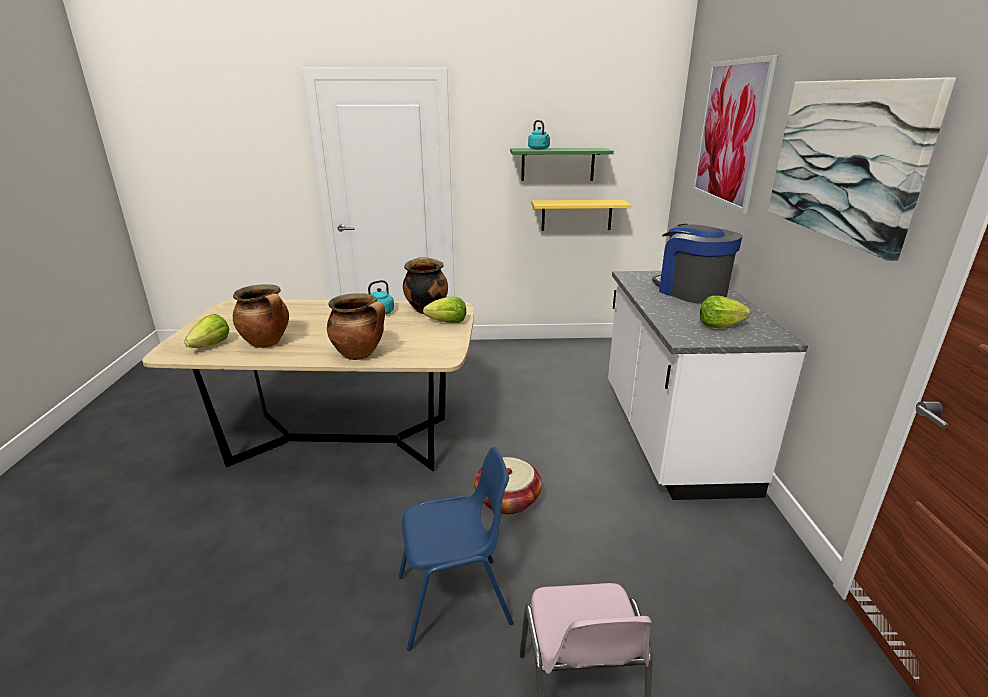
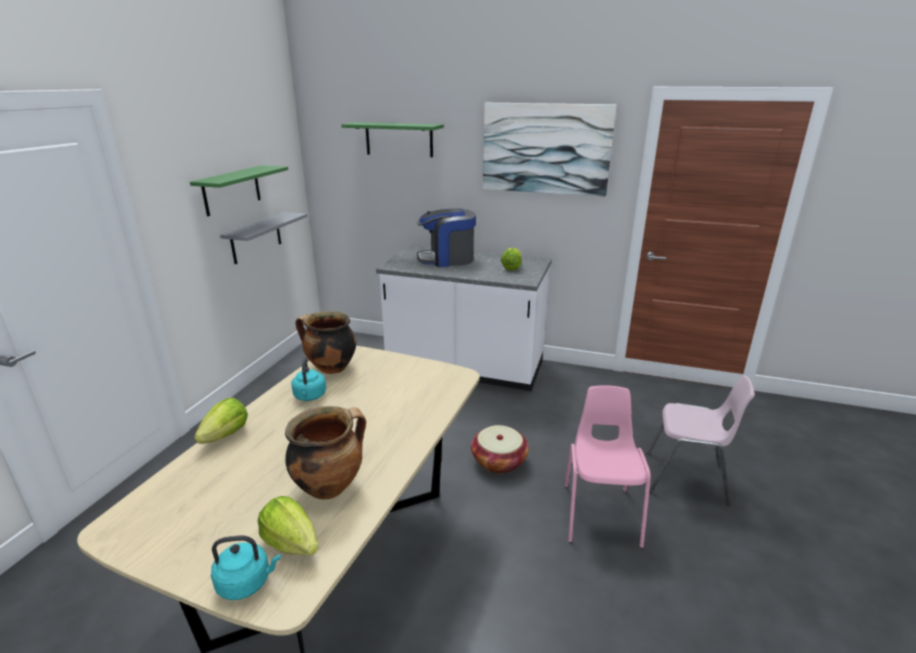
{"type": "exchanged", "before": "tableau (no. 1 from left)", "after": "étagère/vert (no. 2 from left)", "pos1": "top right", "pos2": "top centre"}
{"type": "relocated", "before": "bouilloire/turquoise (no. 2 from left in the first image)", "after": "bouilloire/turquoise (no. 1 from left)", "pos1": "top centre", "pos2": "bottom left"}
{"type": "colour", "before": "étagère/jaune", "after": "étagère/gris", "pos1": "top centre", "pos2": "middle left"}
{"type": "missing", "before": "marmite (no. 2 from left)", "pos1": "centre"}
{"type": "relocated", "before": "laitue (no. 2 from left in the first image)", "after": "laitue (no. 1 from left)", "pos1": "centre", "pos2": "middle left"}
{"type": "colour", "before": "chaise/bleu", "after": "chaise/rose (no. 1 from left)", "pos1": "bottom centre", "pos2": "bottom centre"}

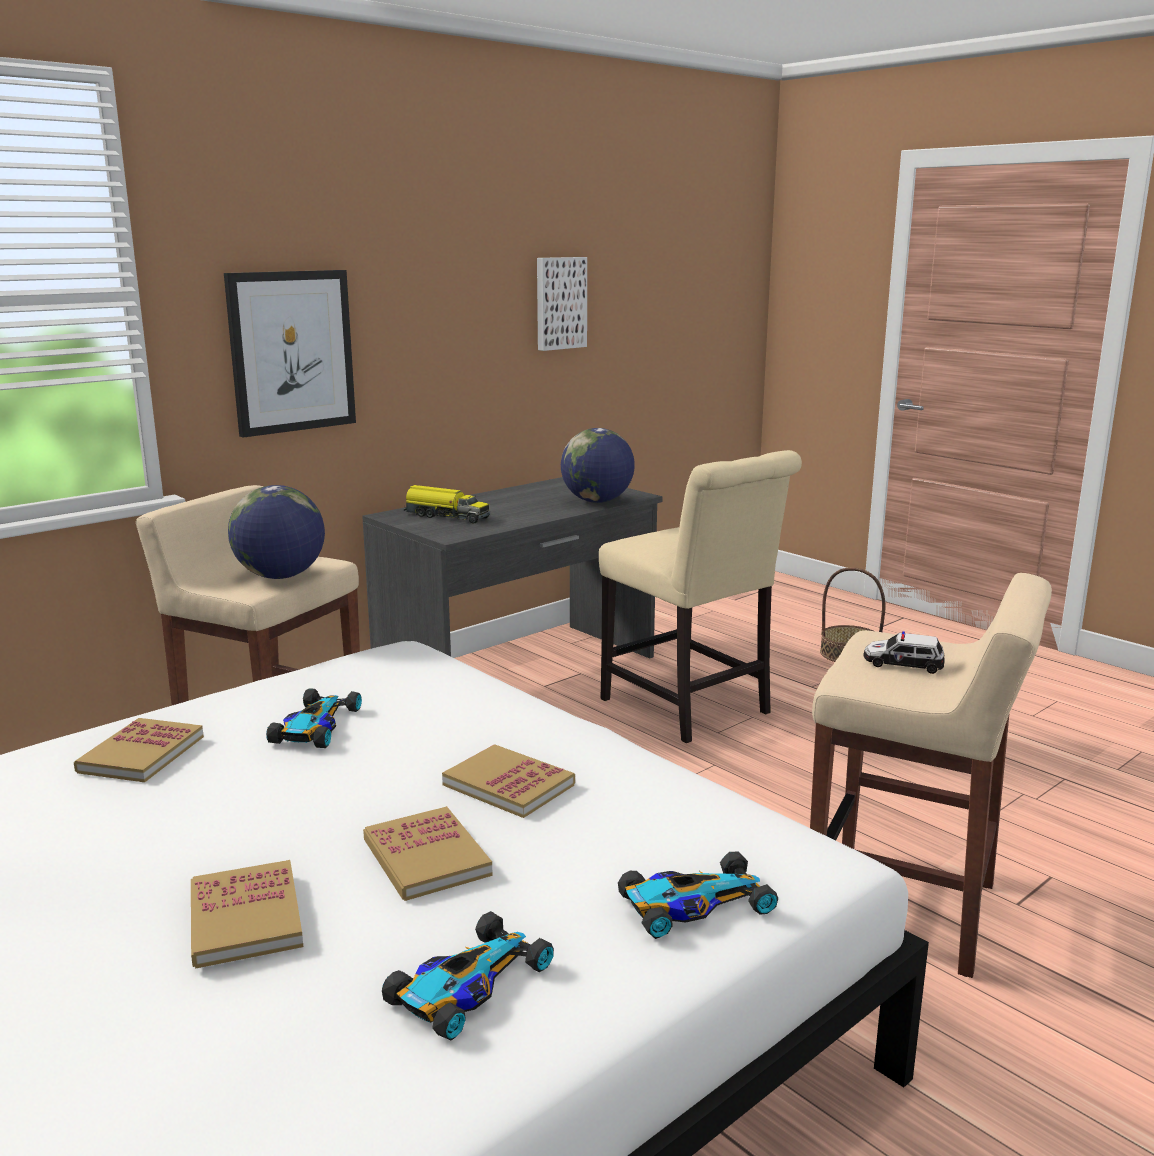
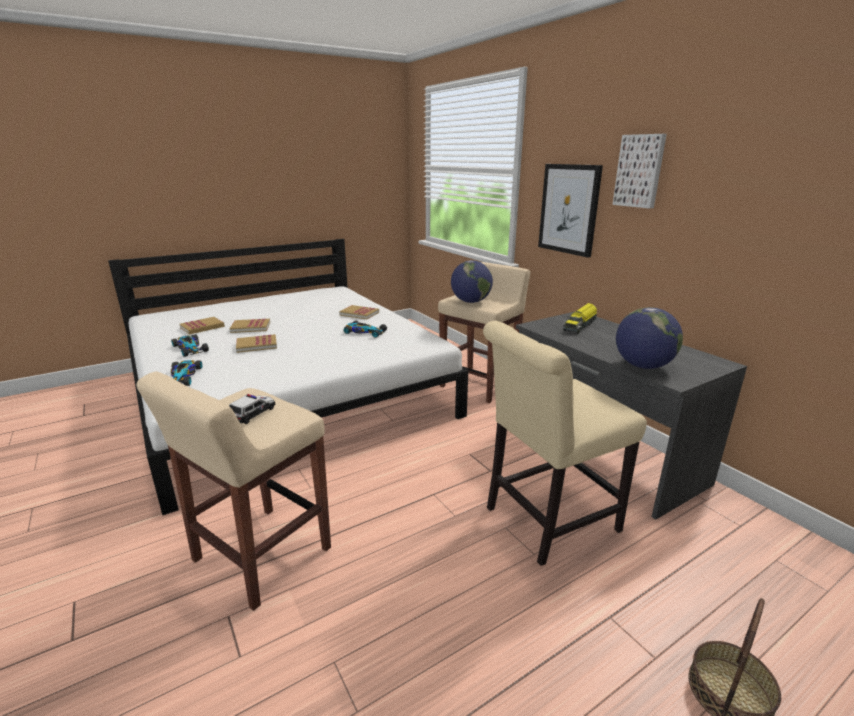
{"type": "relocated", "before": "tableau (no. 2 from left)", "pos1": "top centre", "pos2": "top right"}
{"type": "relocated", "before": "livre (no. 4 from left in the first image)", "after": "livre (no. 1 from left)", "pos1": "bottom centre", "pos2": "middle left"}

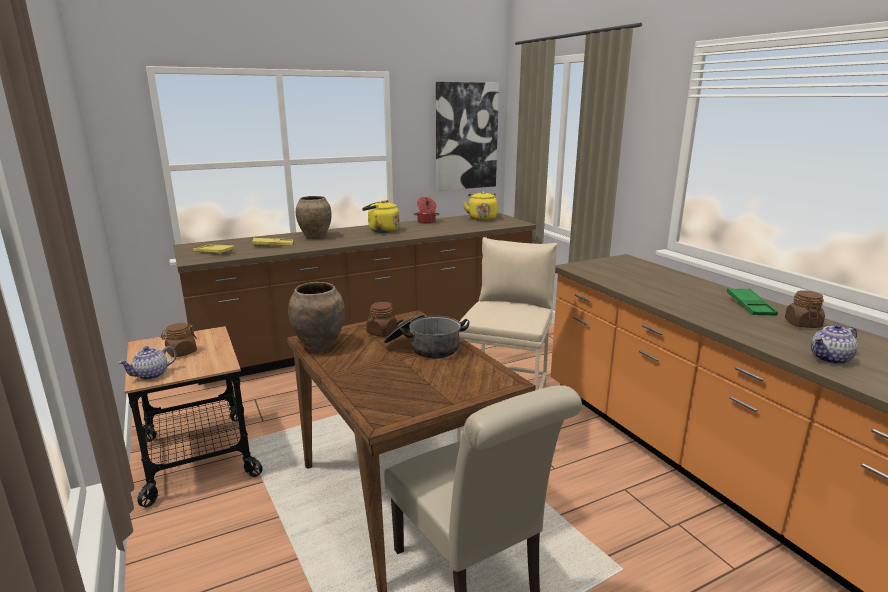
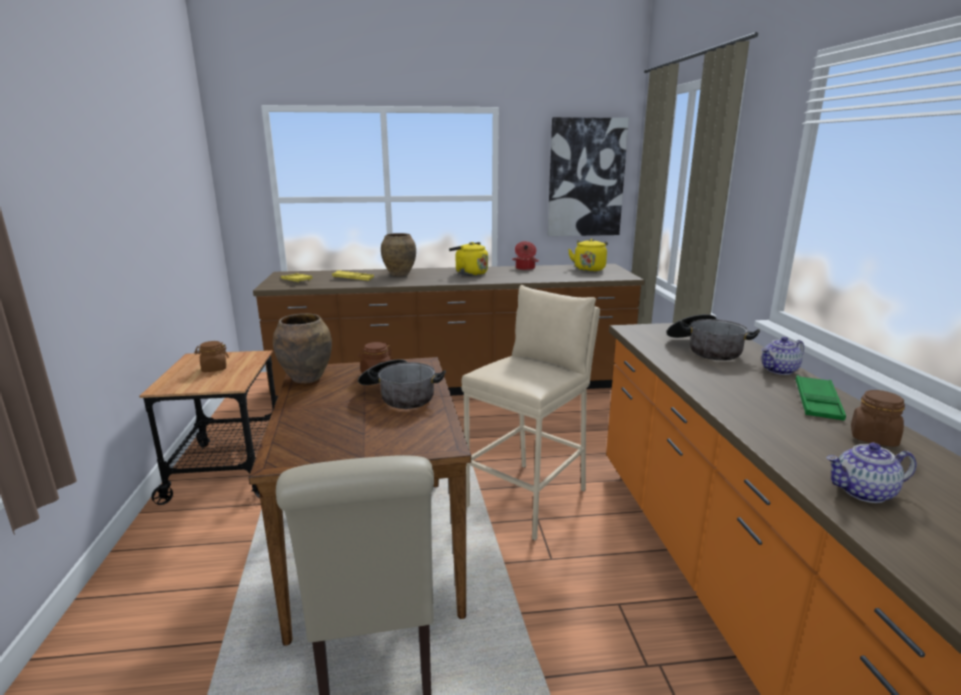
{"type": "relocated", "before": "théière (no. 1 from left)", "pos1": "middle left", "pos2": "middle right"}
{"type": "appeared", "after": "marmite (no. 3 from left)", "pos2": "middle right"}

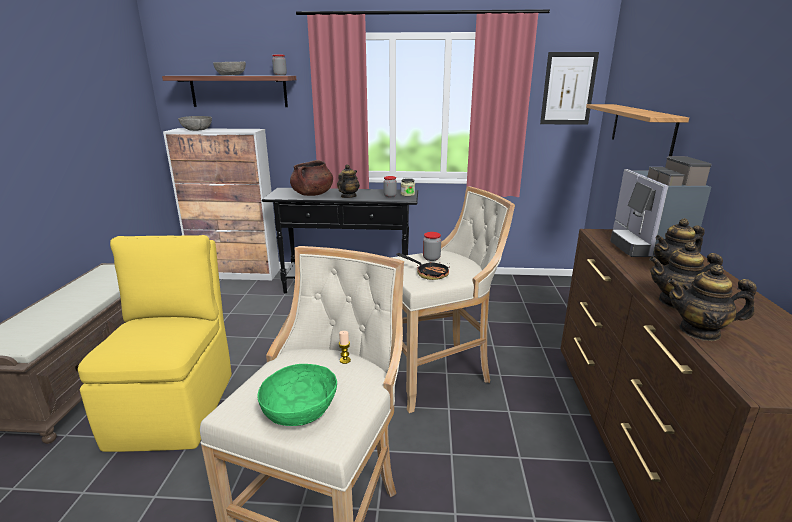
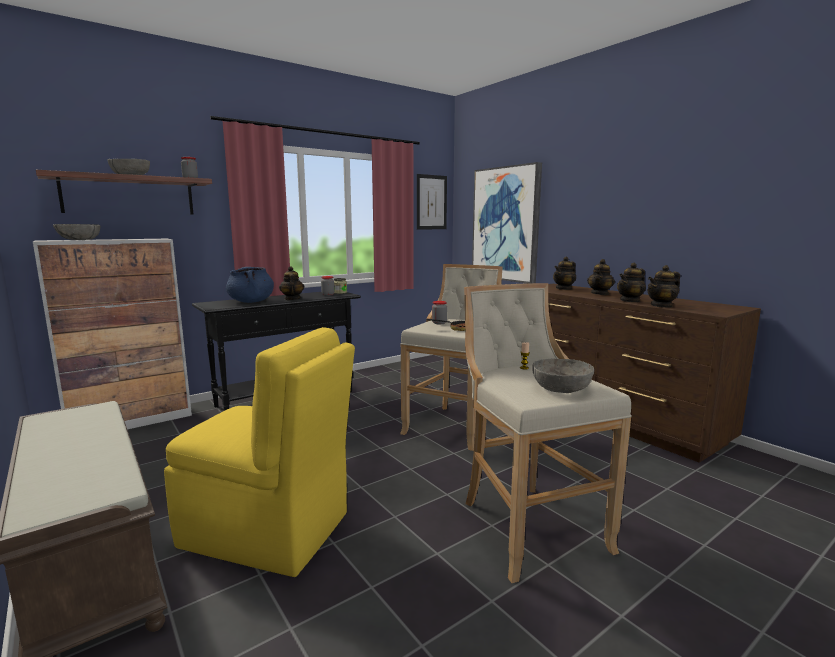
{"type": "exchanged", "before": "étagère (no. 2 from left)", "after": "tableau (no. 2 from left)", "pos1": "top right", "pos2": "centre"}
{"type": "exchanged", "before": "machine à café", "after": "théière (no. 2 from left)", "pos1": "middle right", "pos2": "middle right"}
{"type": "colour", "before": "marmite/marron", "after": "marmite/bleu", "pos1": "centre", "pos2": "middle left"}
{"type": "spun", "before": "chaise/jaune", "pos1": "middle left", "pos2": "bottom left", "turn": 150}
{"type": "colour", "before": "bol/vert", "after": "bol/gris (no. 3 from left)", "pos1": "bottom centre", "pos2": "middle right"}

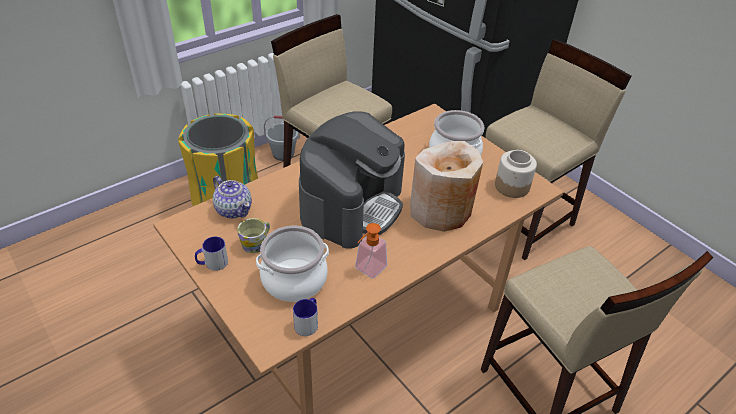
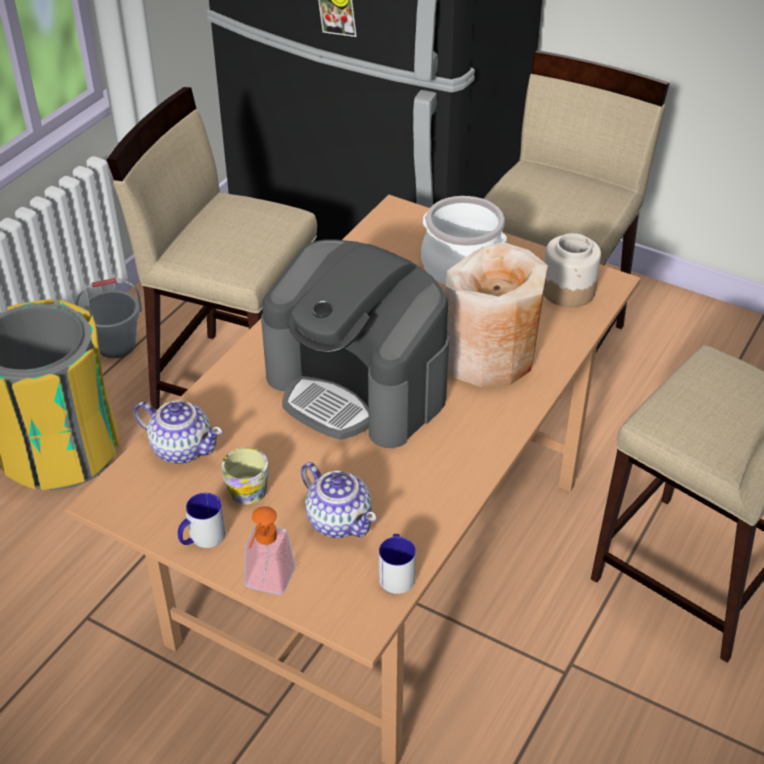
{"type": "spun", "before": "machine à café", "pos1": "centre", "pos2": "centre", "turn": 120}
{"type": "relocated", "before": "distributeur de savon", "pos1": "centre", "pos2": "bottom centre"}
{"type": "exchanged", "before": "marmite (no. 1 from left)", "after": "théière (no. 2 from left)", "pos1": "centre", "pos2": "centre"}

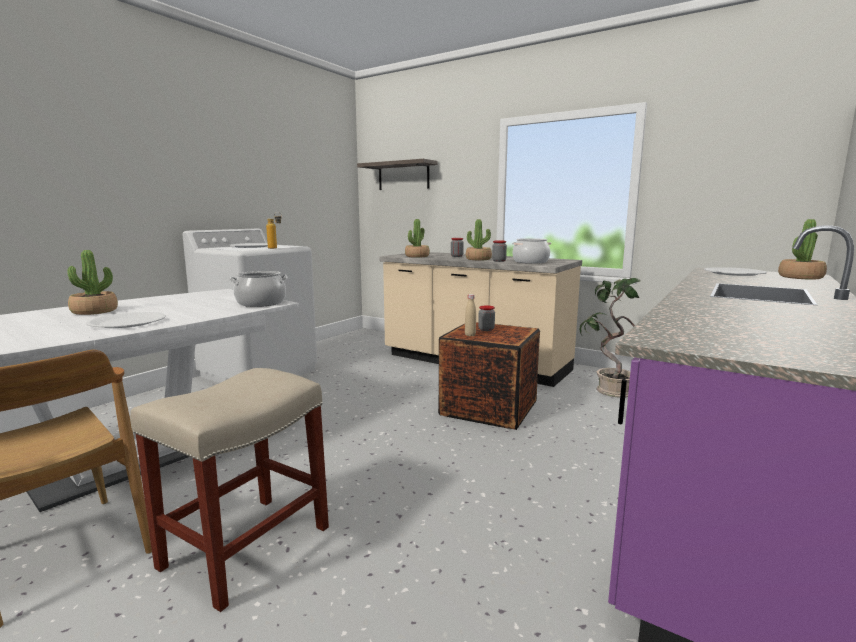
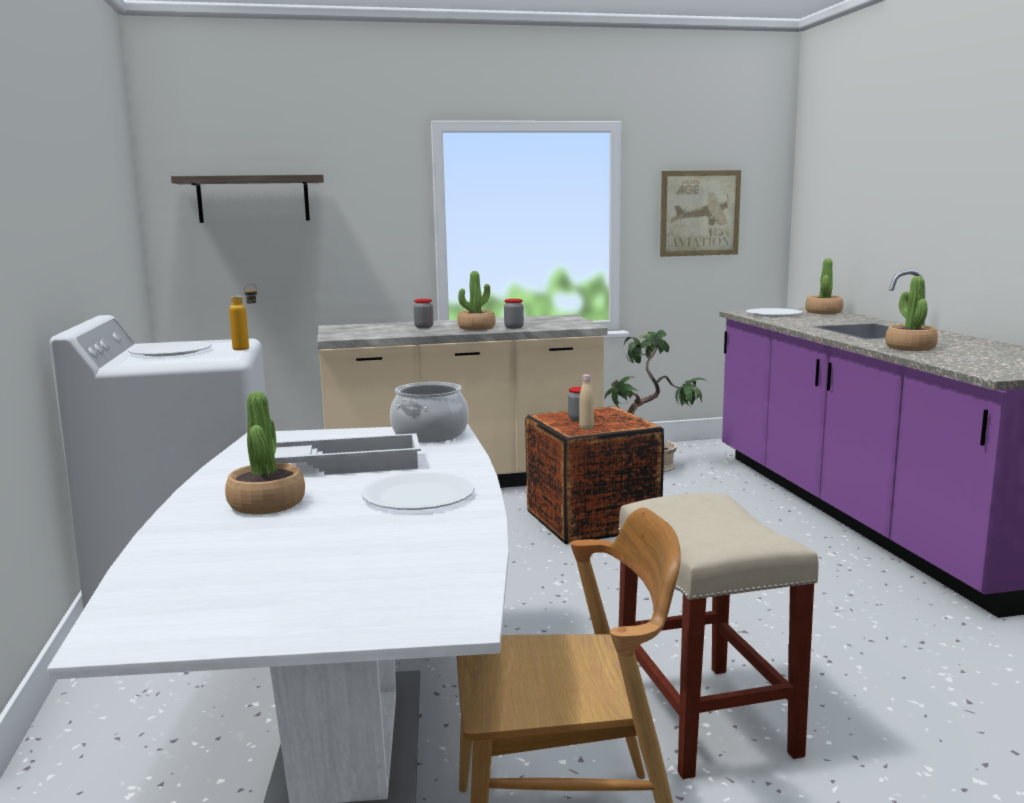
{"type": "relocated", "before": "plante en pot (no. 2 from left in the first image)", "after": "plante en pot (no. 5 from left)", "pos1": "centre", "pos2": "middle right"}
{"type": "missing", "before": "marmite (no. 2 from left)", "pos1": "centre"}
{"type": "appeared", "after": "tableau", "pos2": "top right"}
{"type": "appeared", "after": "plateau/blanc", "pos2": "centre"}

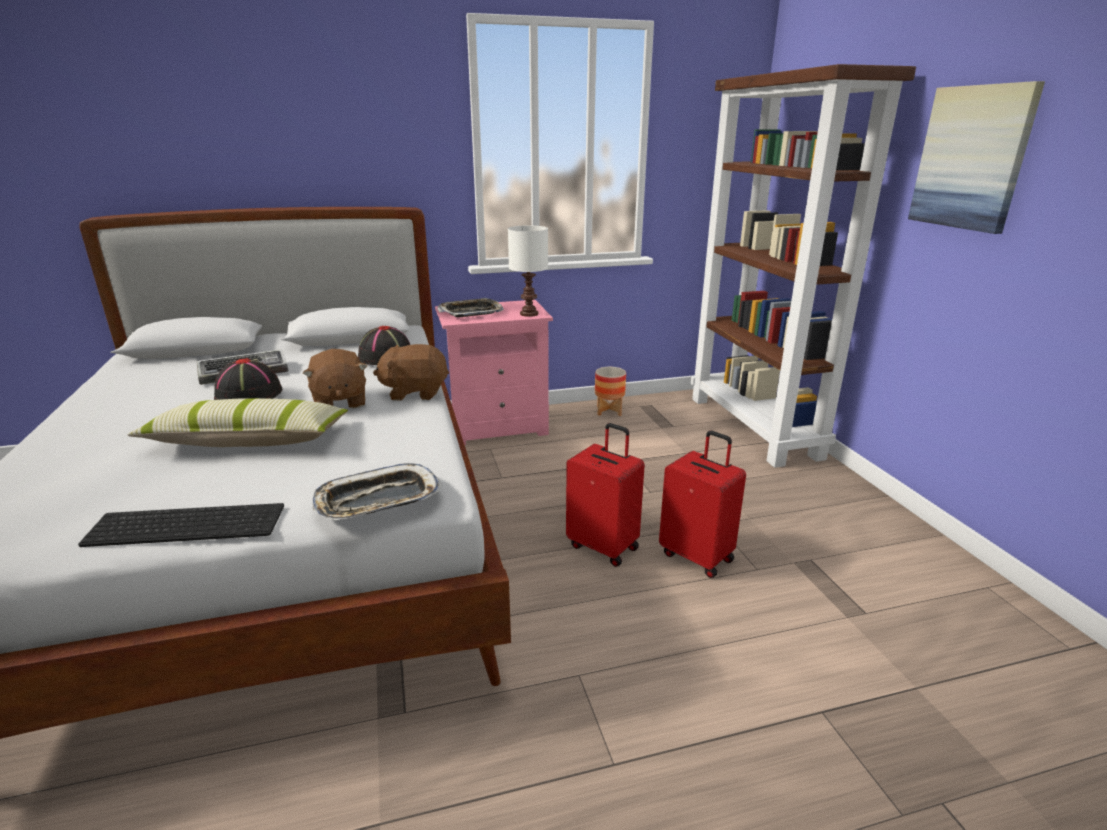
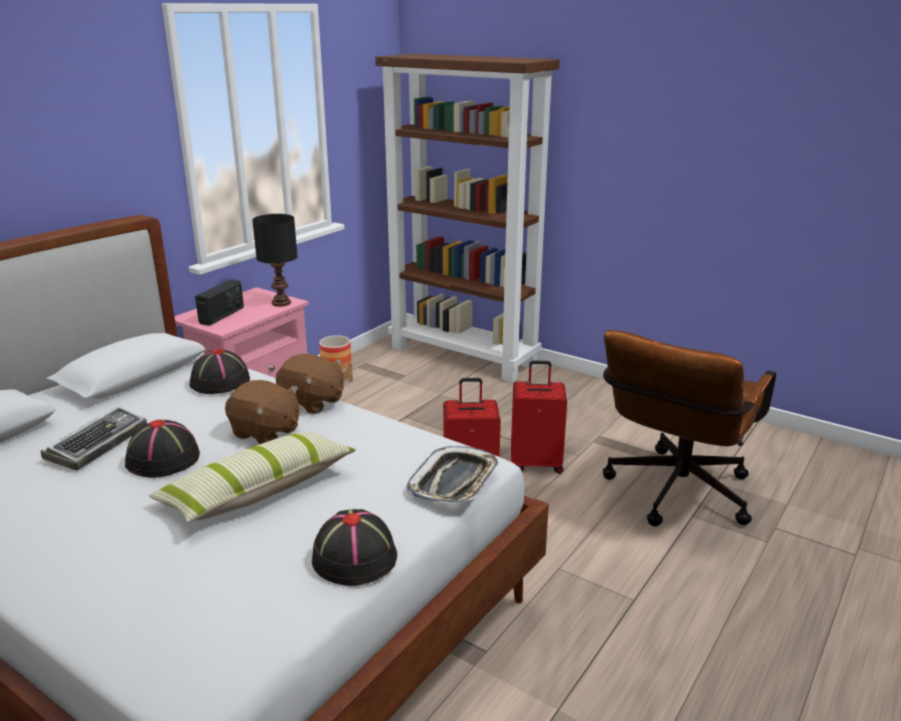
{"type": "missing", "before": "tableau", "pos1": "top right"}
{"type": "colour", "before": "lampe de table/blanc", "after": "lampe de table/noir", "pos1": "top centre", "pos2": "middle left"}
{"type": "exchanged", "before": "plateau (no. 2 from left)", "after": "radio", "pos1": "centre", "pos2": "middle left"}
{"type": "spun", "before": "peluche/marron (no. 2 from left)", "pos1": "centre", "pos2": "centre", "turn": -105}
{"type": "exchanged", "before": "clavier (no. 1 from left)", "after": "chapeau/noir (no. 3 from left)", "pos1": "middle left", "pos2": "bottom centre"}
{"type": "appeared", "after": "chaise de bureau/marron", "pos2": "middle right"}

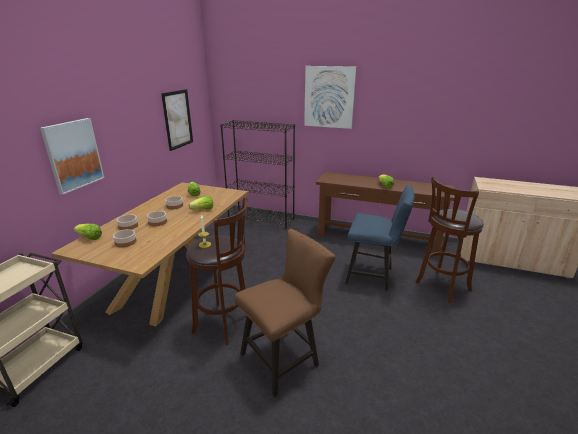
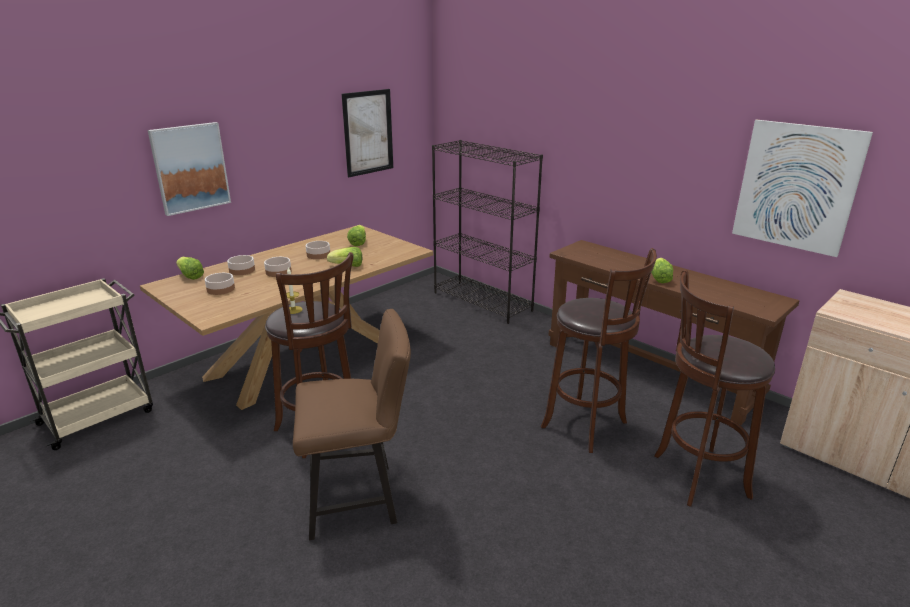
{"type": "relocated", "before": "tableau (no. 3 from left)", "pos1": "top centre", "pos2": "top right"}
{"type": "exchanged", "before": "chaise/bleu", "after": "tabouret/marron (no. 2 from left)", "pos1": "centre", "pos2": "centre"}

